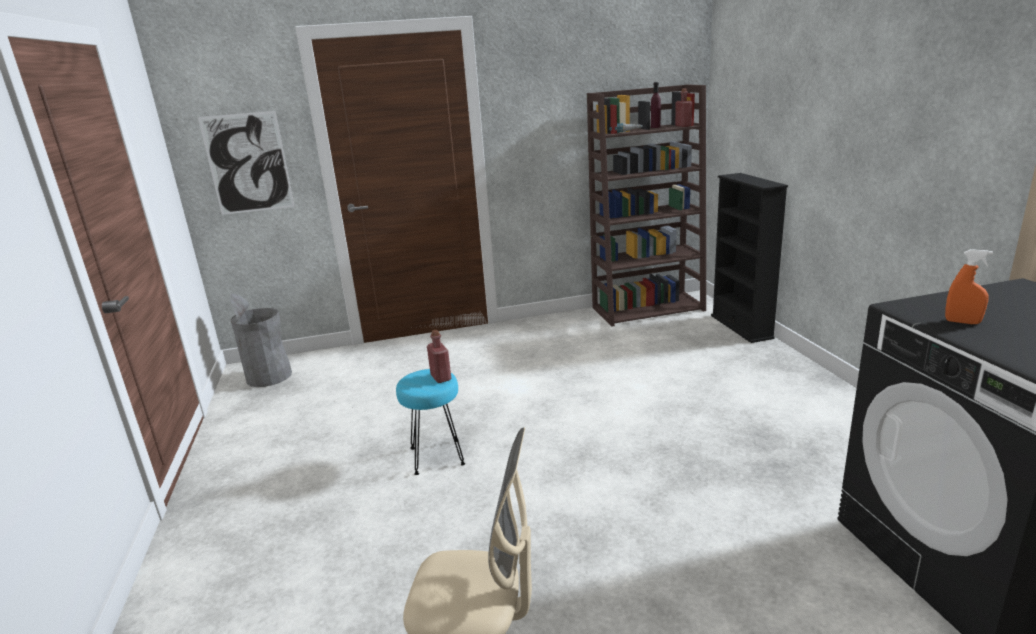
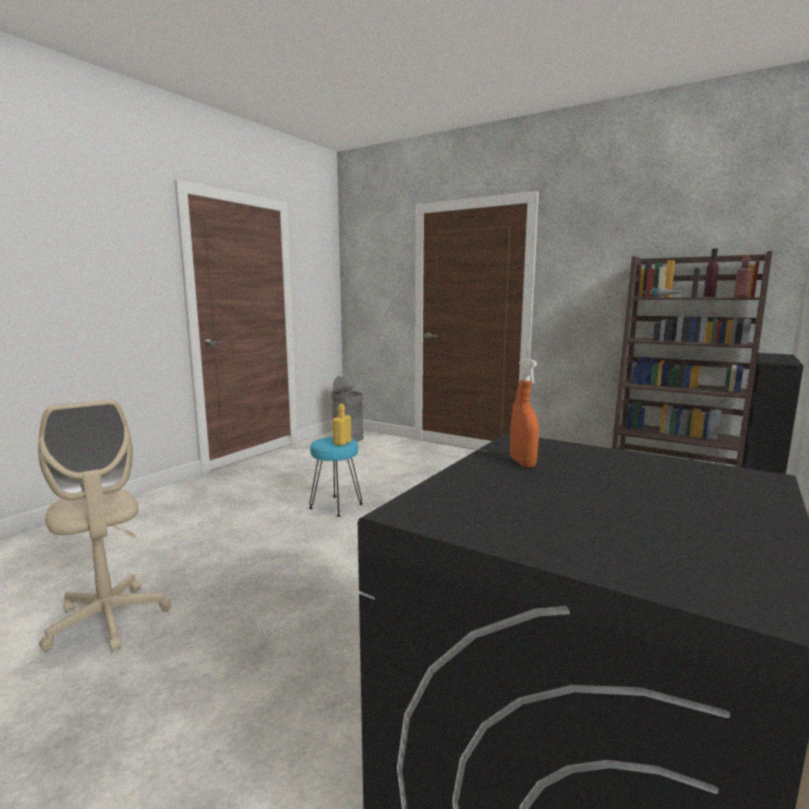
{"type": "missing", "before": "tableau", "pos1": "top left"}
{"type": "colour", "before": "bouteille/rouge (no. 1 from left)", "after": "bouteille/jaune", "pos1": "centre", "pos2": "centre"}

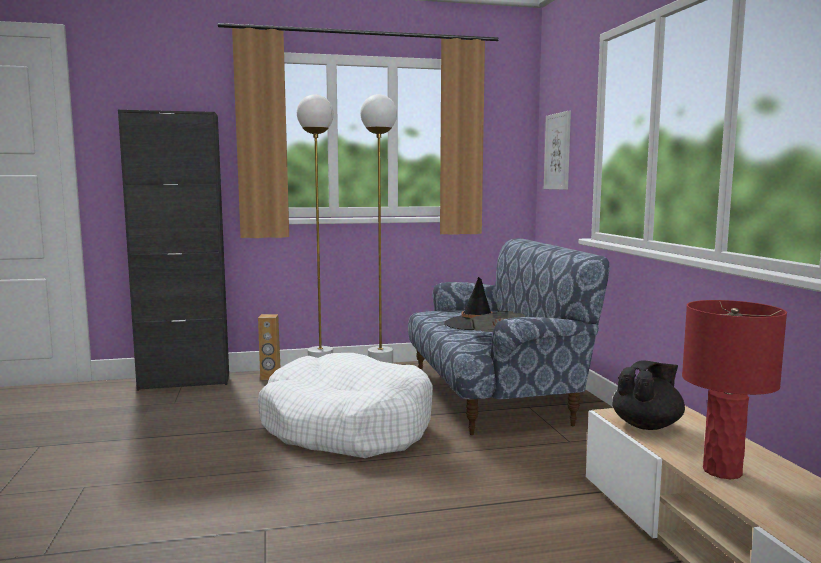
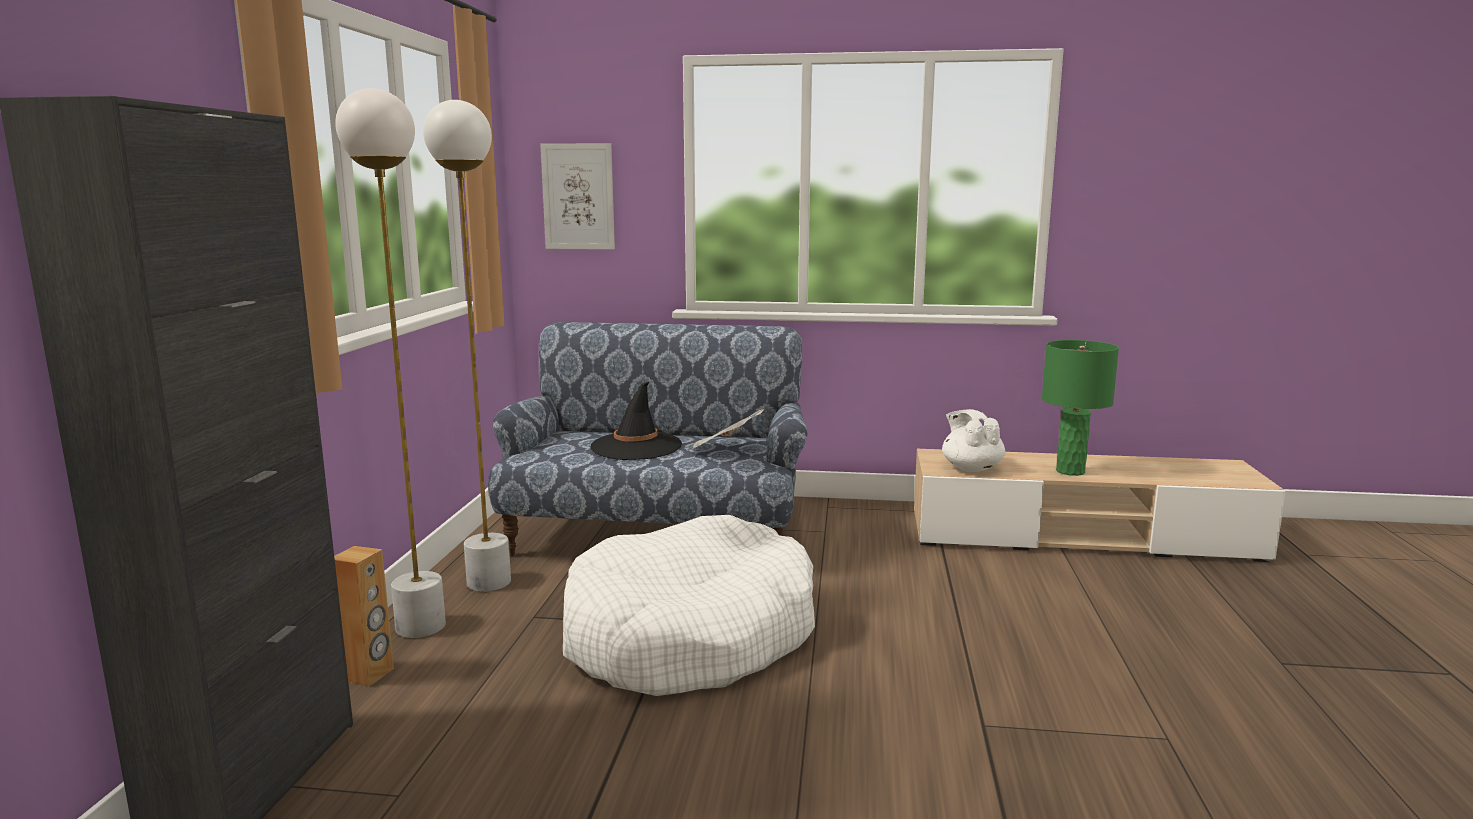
{"type": "colour", "before": "lampe de table/rouge", "after": "lampe de table/vert", "pos1": "bottom right", "pos2": "middle right"}
{"type": "colour", "before": "théière/noir", "after": "théière/blanc", "pos1": "bottom right", "pos2": "centre"}

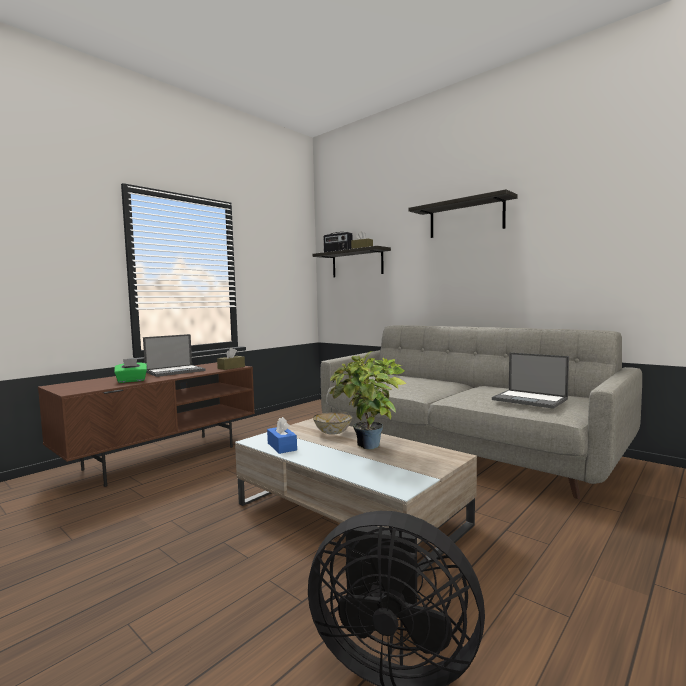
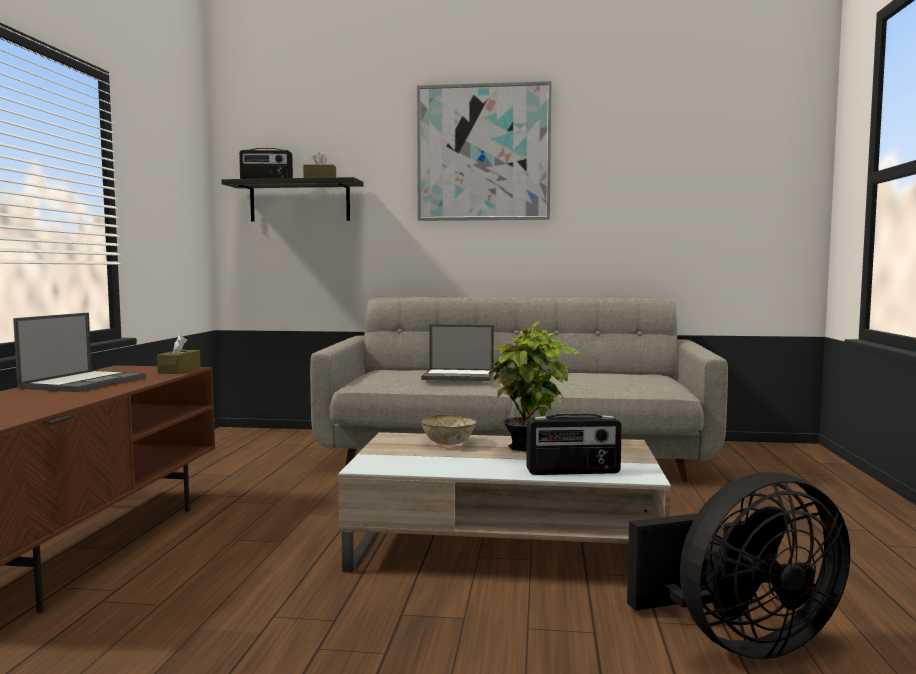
{"type": "exchanged", "before": "étagère (no. 2 from left)", "after": "tableau", "pos1": "top right", "pos2": "top centre"}
{"type": "relocated", "before": "ordinateur portable (no. 2 from left)", "pos1": "middle right", "pos2": "centre"}
{"type": "missing", "before": "boîte à mouchoirs/vert", "pos1": "middle left"}
{"type": "missing", "before": "boîte à mouchoirs/bleu", "pos1": "centre"}
{"type": "appeared", "after": "radio (no. 2 from left)", "pos2": "centre"}

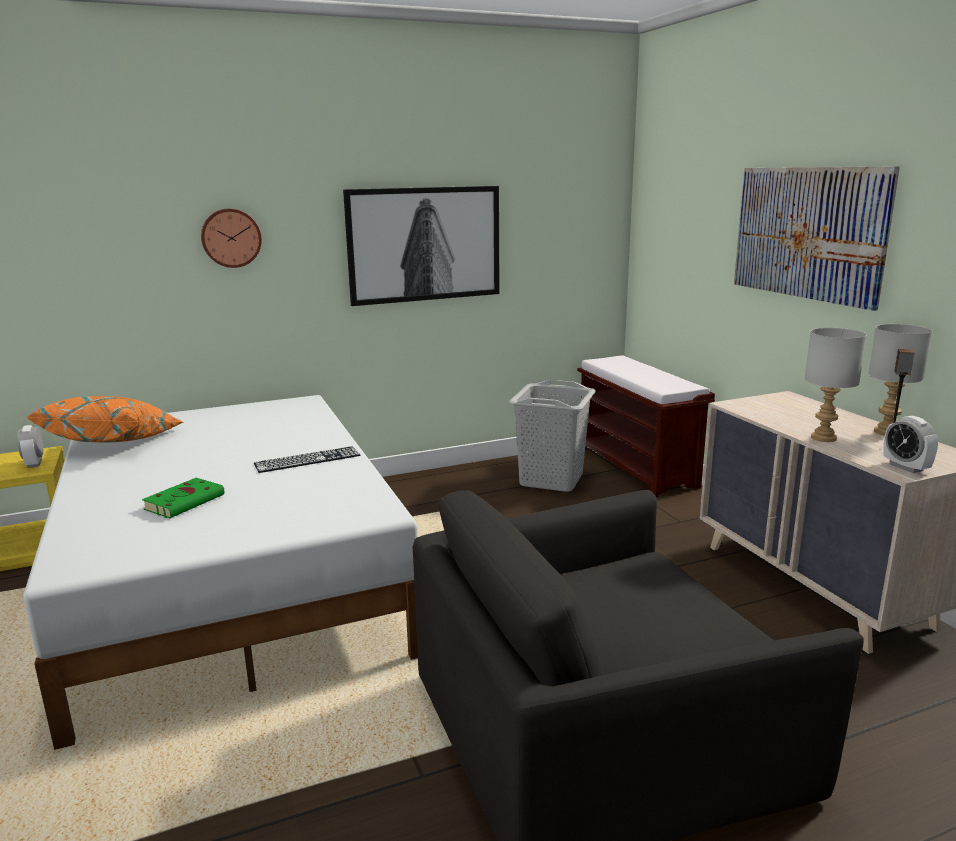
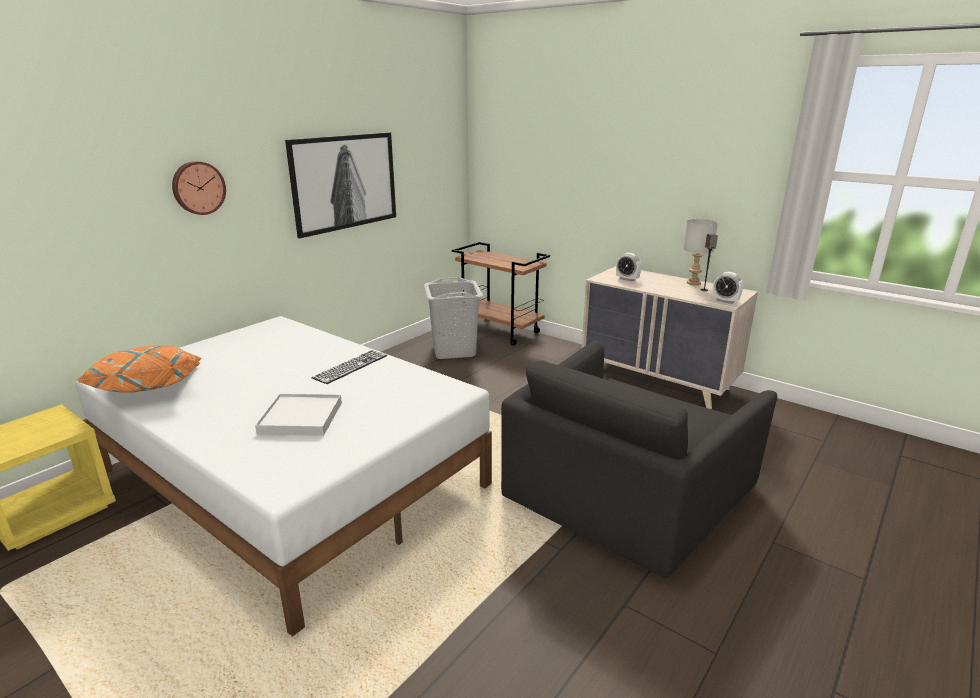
{"type": "missing", "before": "tableau (no. 2 from left)", "pos1": "top right"}
{"type": "missing", "before": "lampe de table/gris (no. 1 from left)", "pos1": "middle right"}
{"type": "exchanged", "before": "banc/marron", "after": "chariot/marron", "pos1": "middle right", "pos2": "centre"}
{"type": "relocated", "before": "réveil (no. 1 from left)", "pos1": "middle left", "pos2": "centre"}
{"type": "exchanged", "before": "livre/vert", "after": "plateau/blanc", "pos1": "middle left", "pos2": "middle left"}

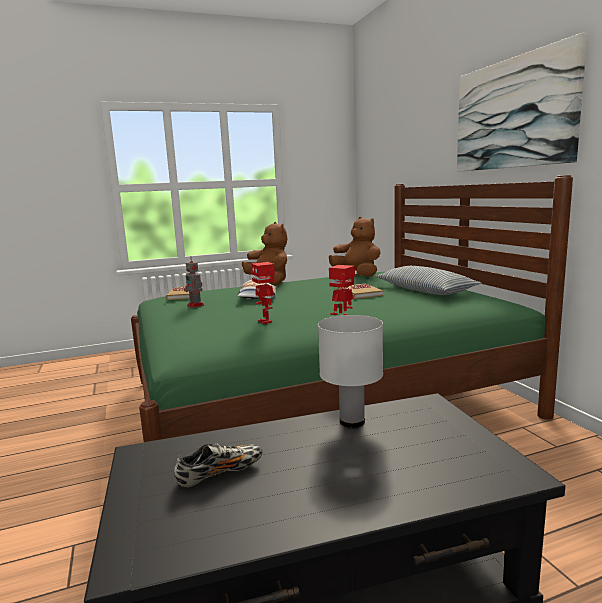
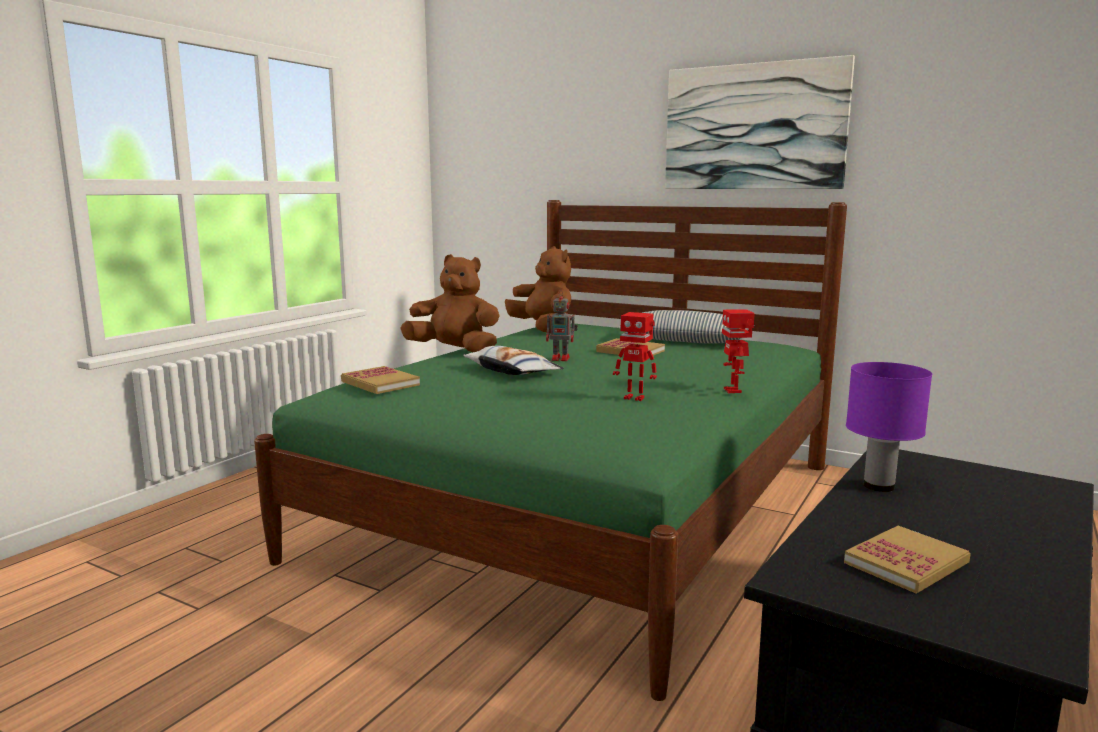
{"type": "spun", "before": "peluche/marron (no. 2 from left)", "pos1": "centre", "pos2": "centre", "turn": 45}
{"type": "relocated", "before": "robot jouet (no. 1 from left)", "pos1": "middle left", "pos2": "centre"}
{"type": "colour", "before": "lampe de table/blanc", "after": "lampe de table/violet", "pos1": "centre", "pos2": "middle right"}
{"type": "exchanged", "before": "chaussure", "after": "livre (no. 3 from left)", "pos1": "bottom centre", "pos2": "bottom right"}

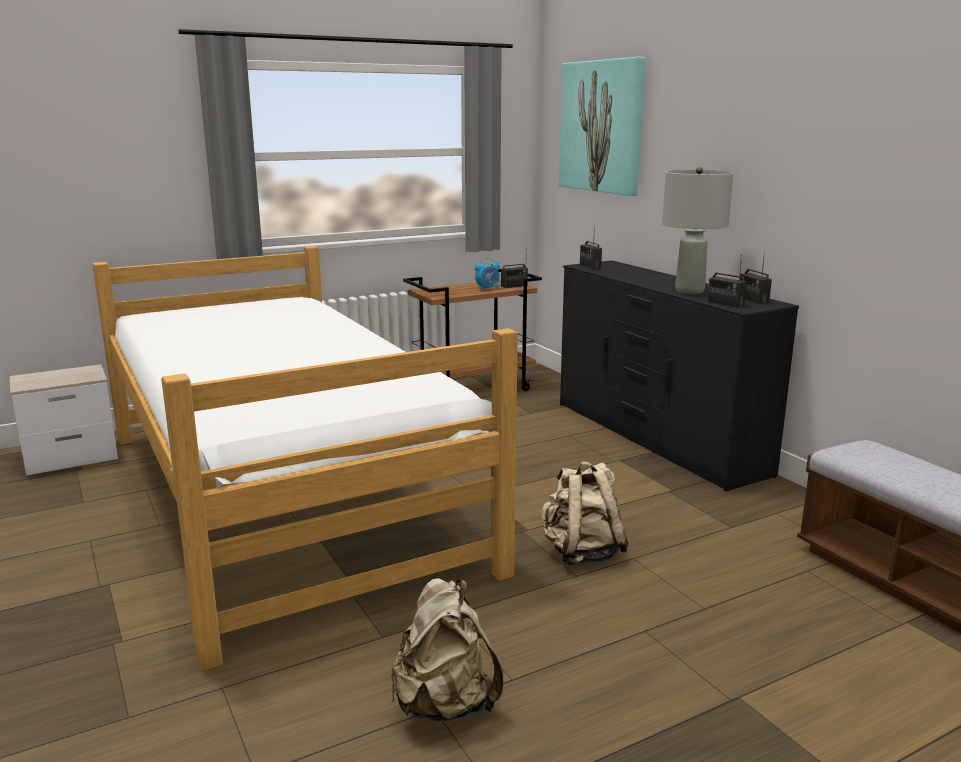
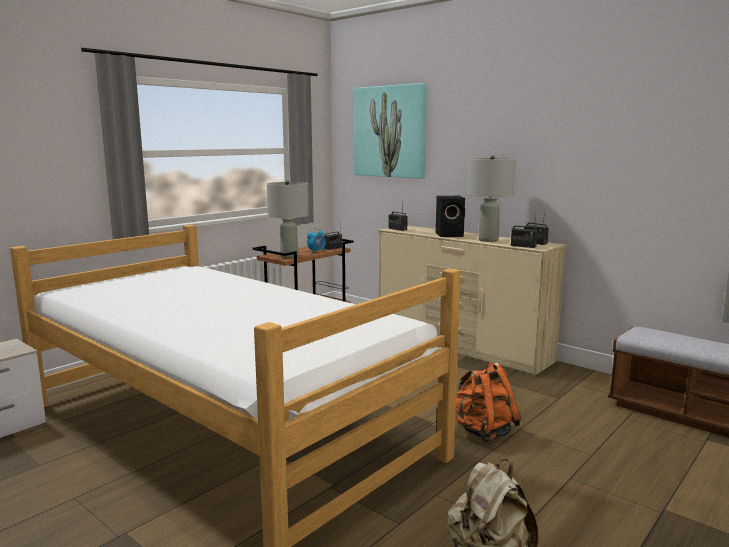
{"type": "colour", "before": "commode/noir", "after": "commode/beige", "pos1": "middle right", "pos2": "centre"}
{"type": "colour", "before": "sac à dos/beige (no. 2 from left)", "after": "sac à dos/orange", "pos1": "bottom centre", "pos2": "bottom right"}
{"type": "appeared", "after": "lampe de table/gris (no. 1 from left)", "pos2": "centre"}
{"type": "appeared", "after": "enceinte/noir", "pos2": "centre"}

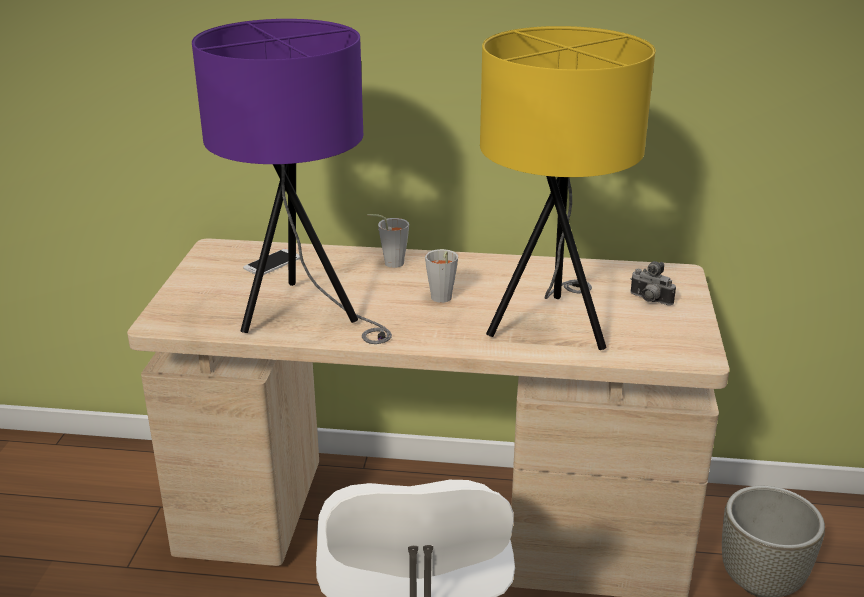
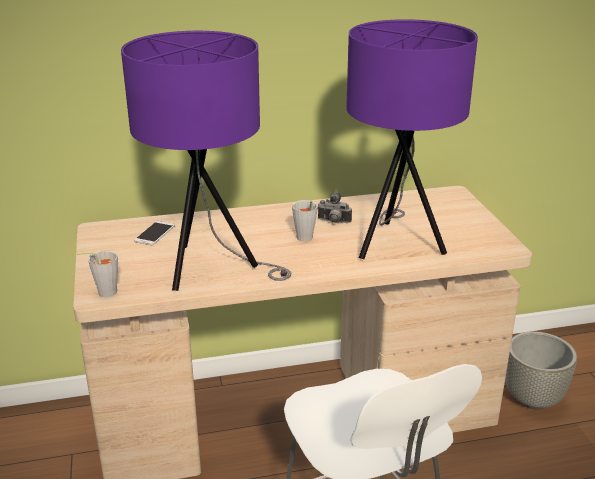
{"type": "colour", "before": "lampe de table/jaune", "after": "lampe de table/violet (no. 2 from left)", "pos1": "top centre", "pos2": "top right"}
{"type": "relocated", "before": "tasse/gris (no. 1 from left)", "pos1": "centre", "pos2": "middle left"}
{"type": "relocated", "before": "appareil photo", "pos1": "middle right", "pos2": "centre"}

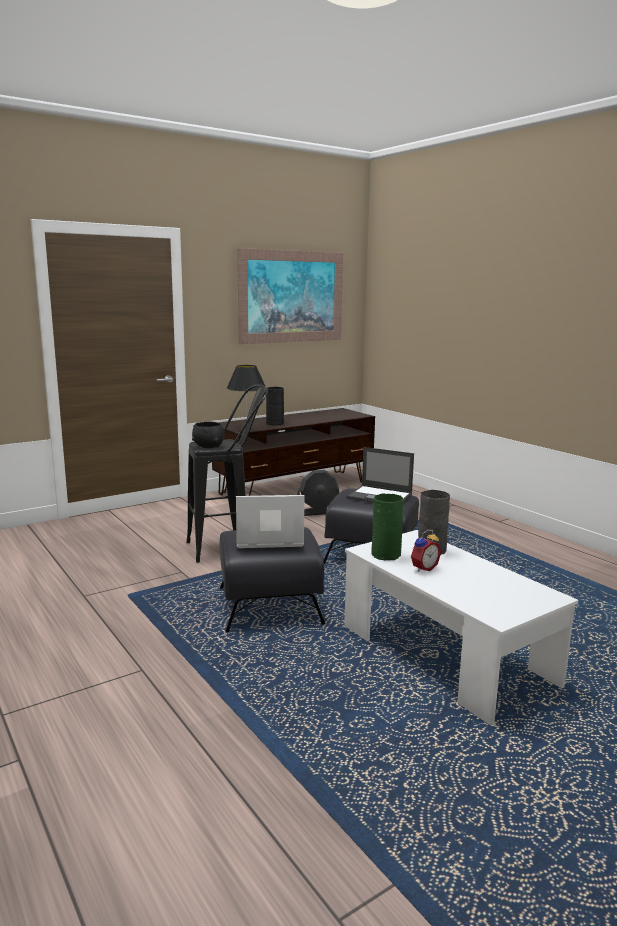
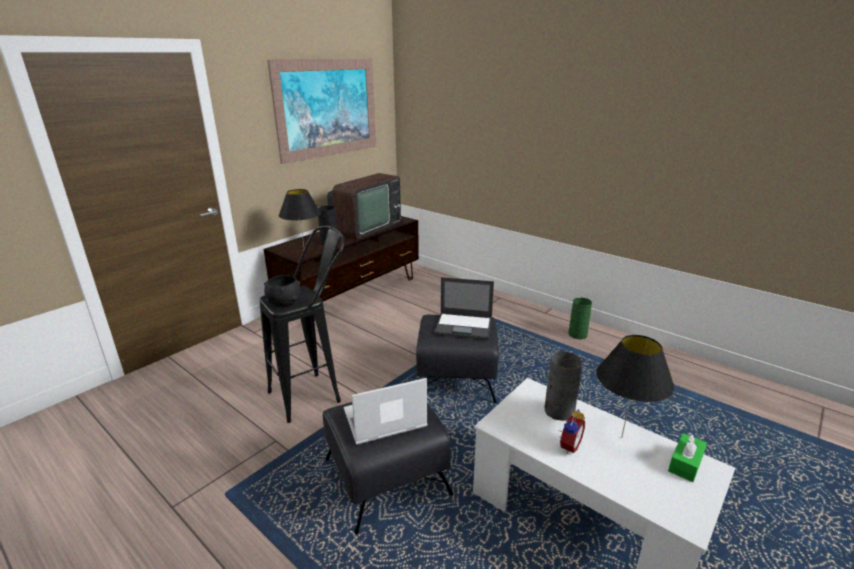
{"type": "missing", "before": "ventilateur/noir", "pos1": "centre"}
{"type": "relocated", "before": "vase/vert", "pos1": "centre", "pos2": "middle right"}
{"type": "appeared", "after": "téléviseur", "pos2": "centre"}
{"type": "appeared", "after": "lampe de table/noir (no. 2 from left)", "pos2": "bottom right"}
{"type": "appeared", "after": "boîte à mouchoirs/vert", "pos2": "bottom right"}

